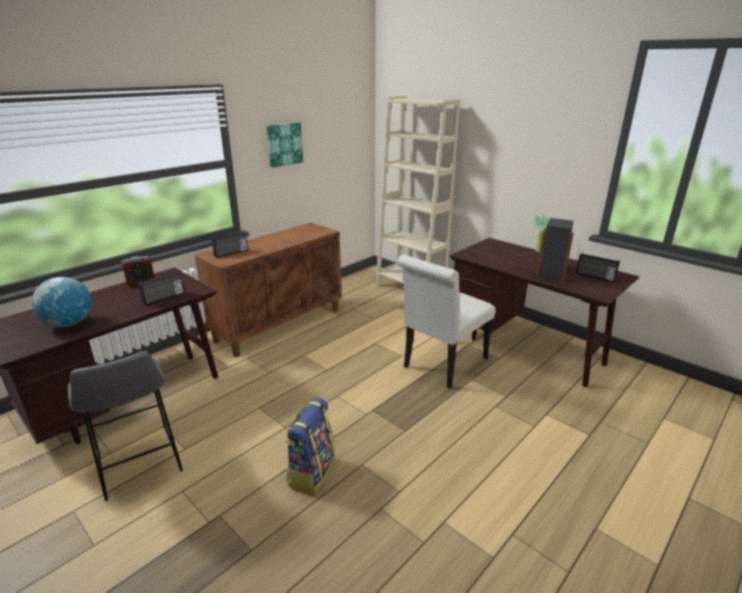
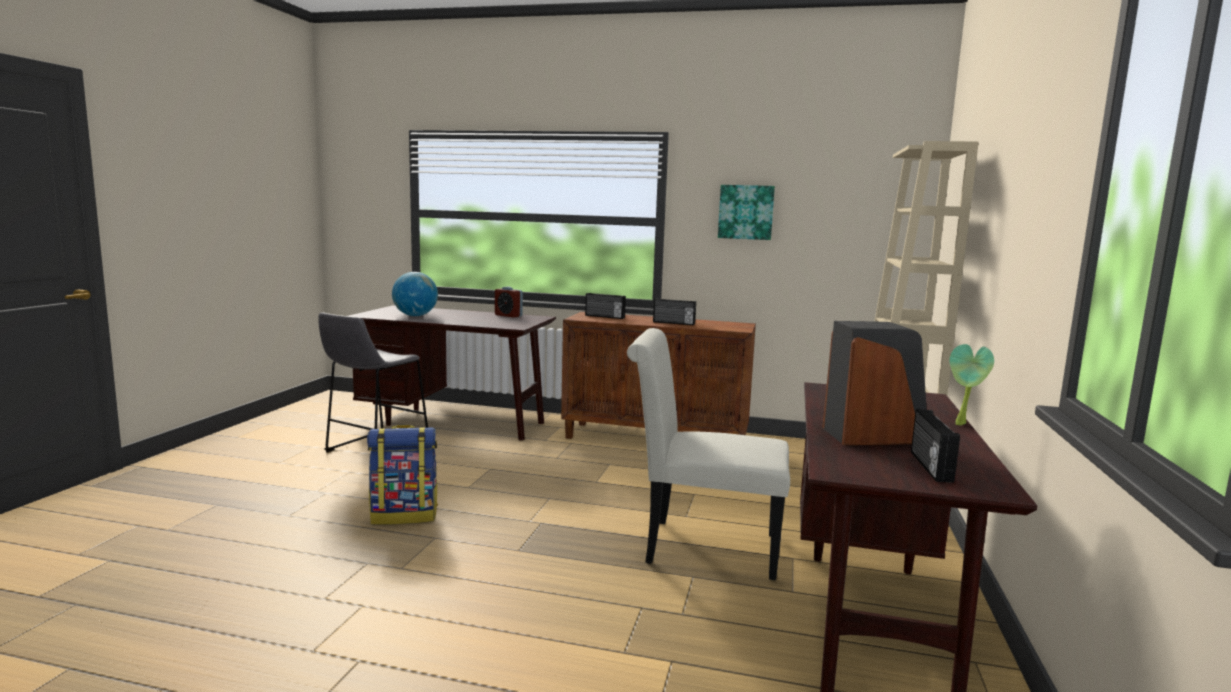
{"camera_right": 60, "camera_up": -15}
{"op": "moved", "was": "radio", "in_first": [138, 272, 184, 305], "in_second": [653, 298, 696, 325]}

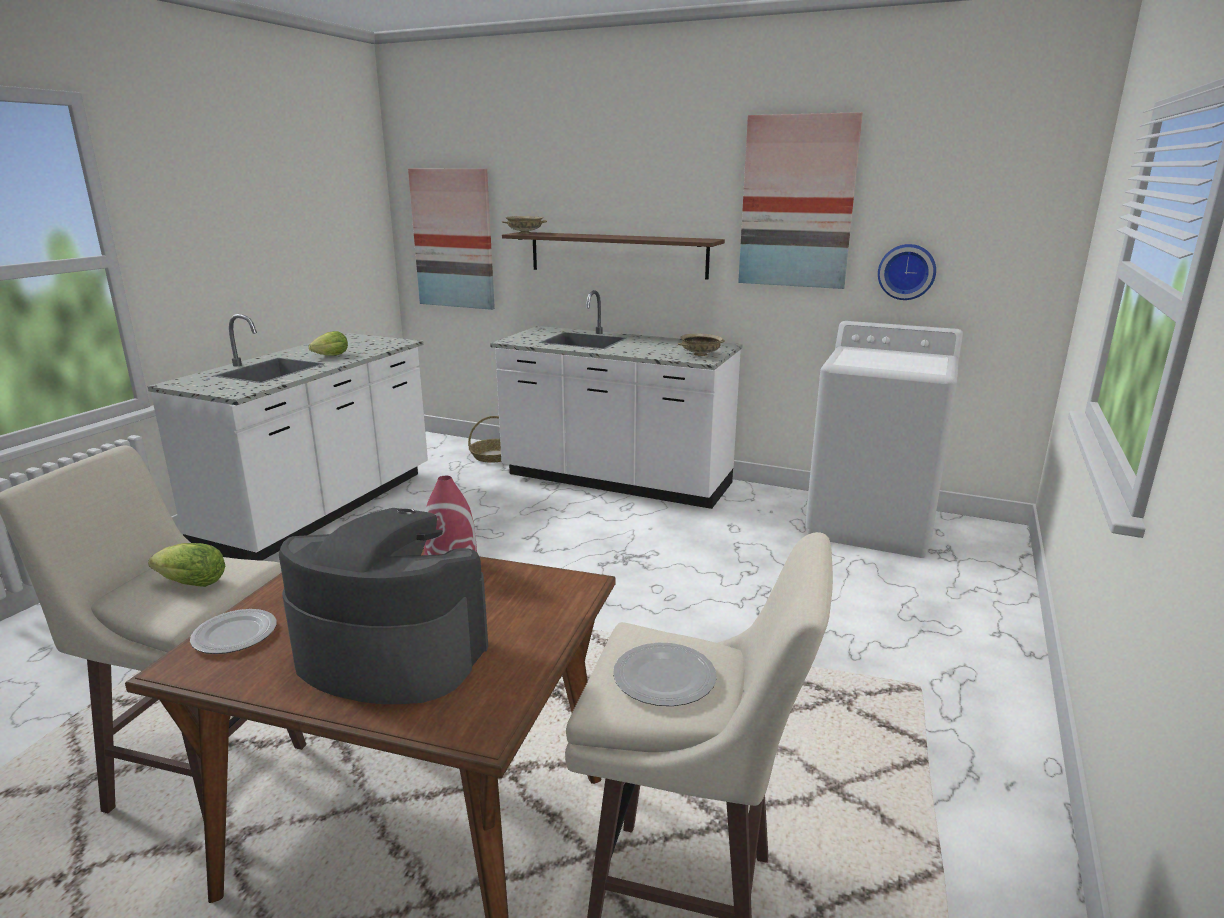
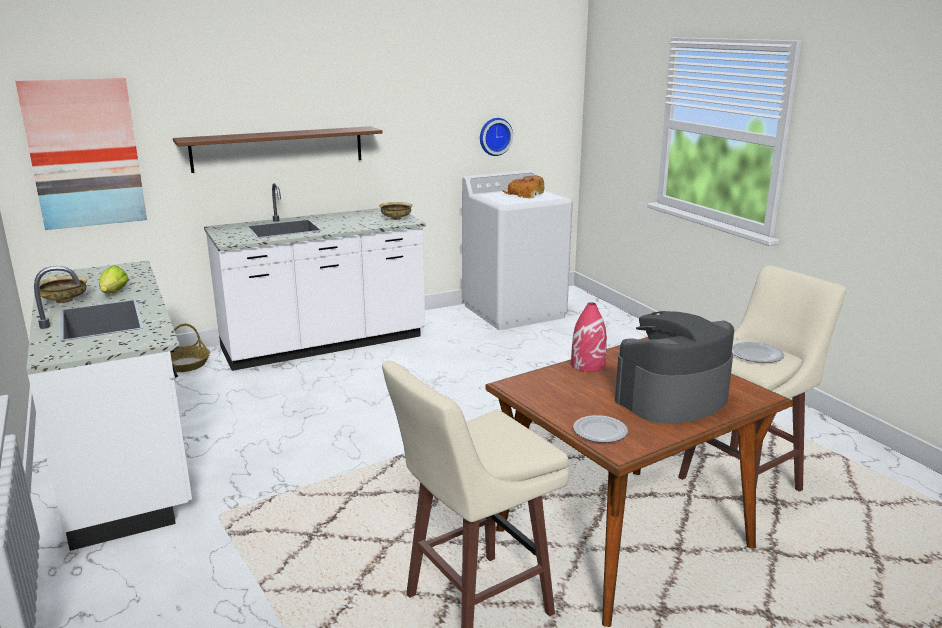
{"camera_right": -50, "camera_up": 0}
{"op": "moved", "was": "beige bowl", "in_first": [502, 216, 547, 234], "in_second": [39, 275, 88, 303]}
{"op": "added", "now": "bread", "in_second": [503, 175, 544, 198]}
{"op": "removed", "was": "lettuce", "in_first": [148, 543, 225, 587]}
{"op": "removed", "was": "picture", "in_first": [738, 112, 863, 289]}

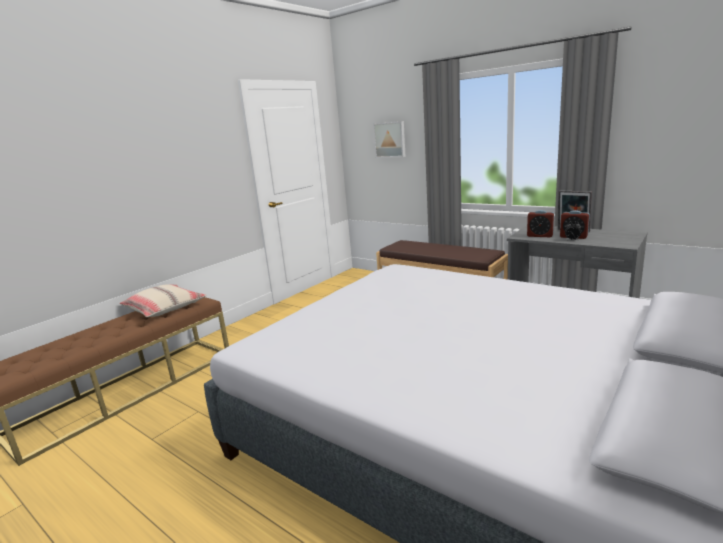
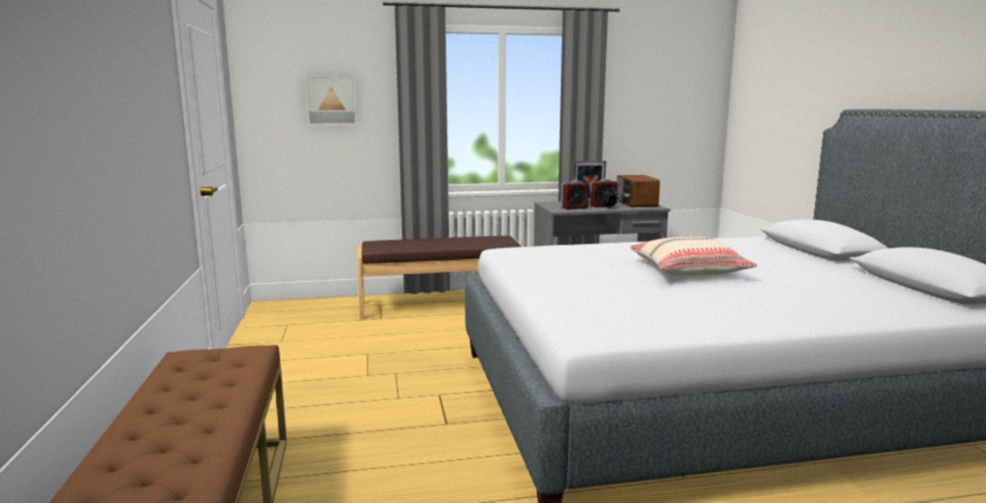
{"camera_right": -50, "camera_up": -5}
{"op": "added", "now": "radio", "in_second": [617, 175, 660, 207]}
{"op": "moved", "was": "beige pillow", "in_first": [119, 284, 206, 317], "in_second": [629, 237, 757, 276]}

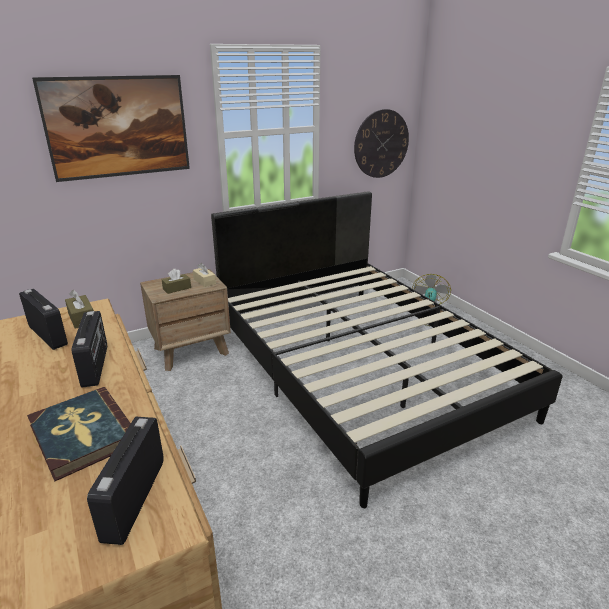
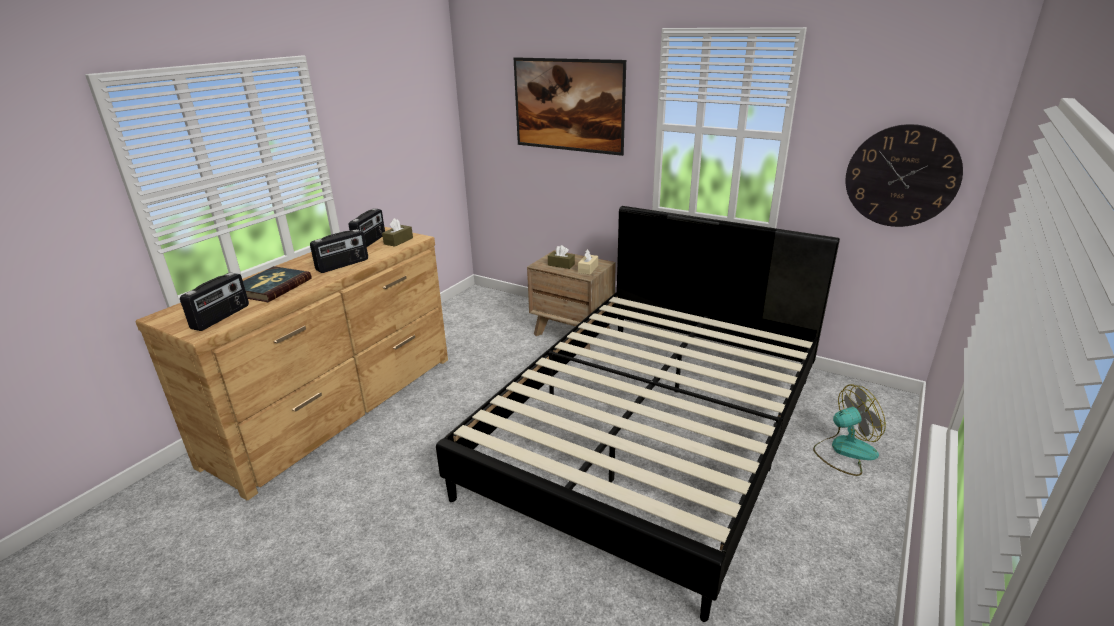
{"camera_right": 60, "camera_up": 0}
{"op": "turned", "was": "radio", "in_first": [87, 417, 164, 545], "in_second": [180, 272, 249, 331], "clockwise": 135}

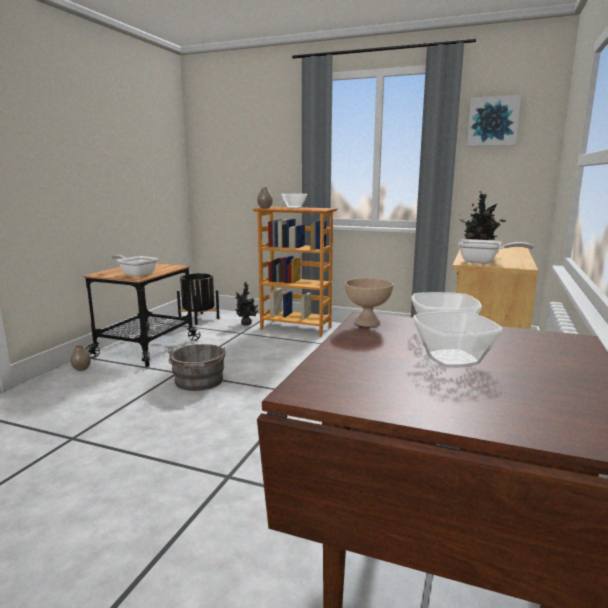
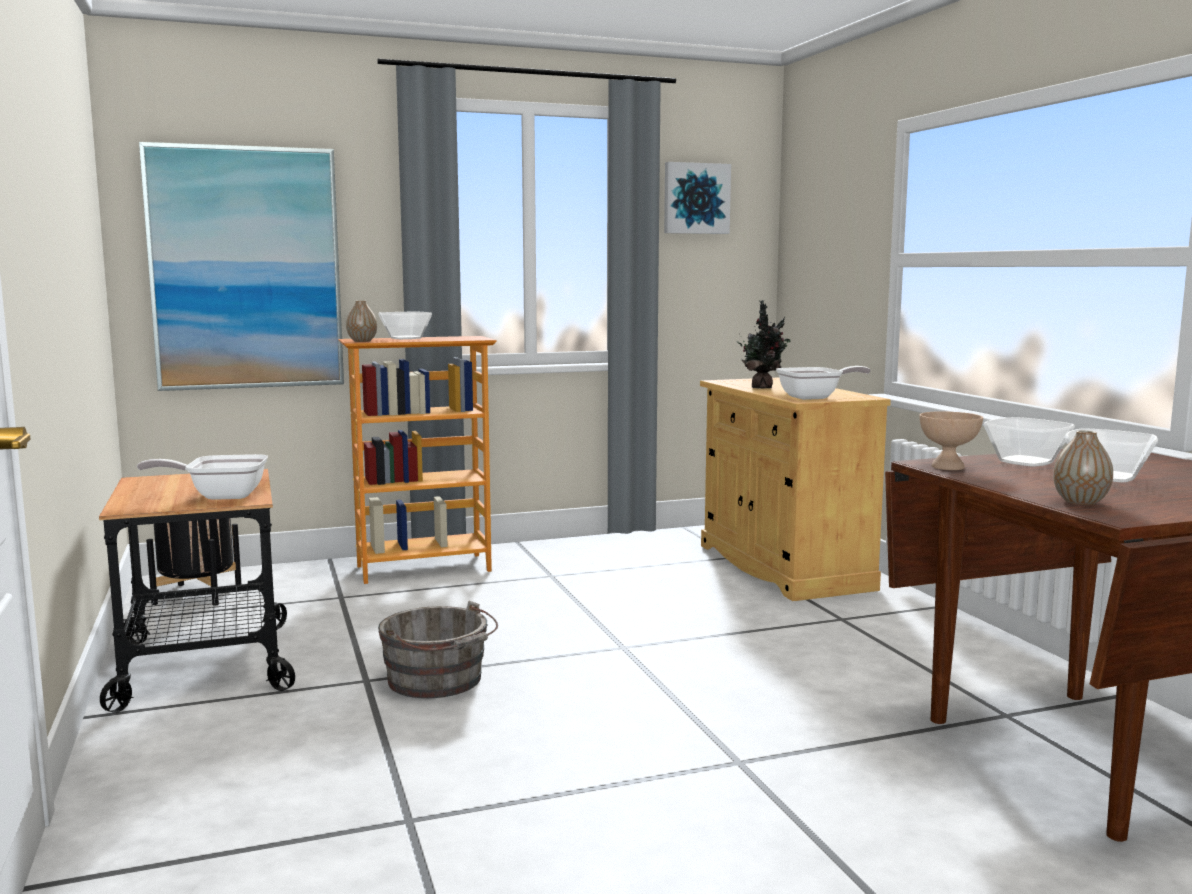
{"camera_right": -40, "camera_up": -5}
{"op": "added", "now": "picture", "in_second": [139, 142, 344, 391]}
{"op": "moved", "was": "vase", "in_first": [70, 345, 91, 371], "in_second": [1053, 430, 1113, 505]}
{"op": "removed", "was": "potted plant", "in_first": [235, 282, 258, 325]}

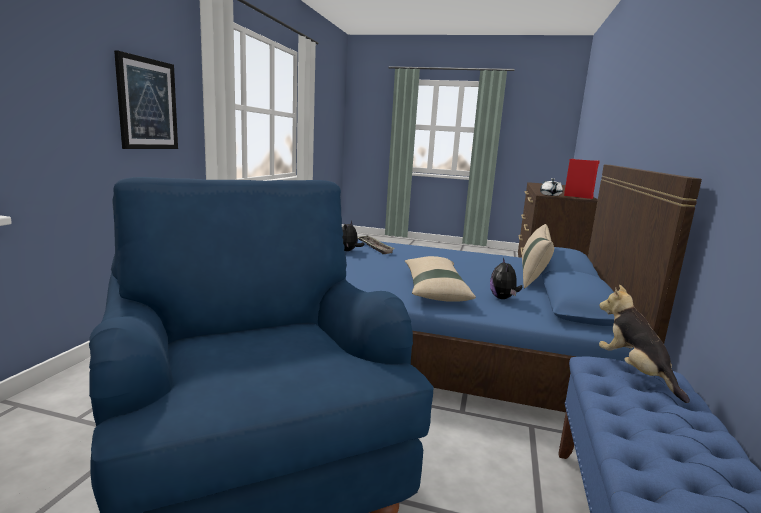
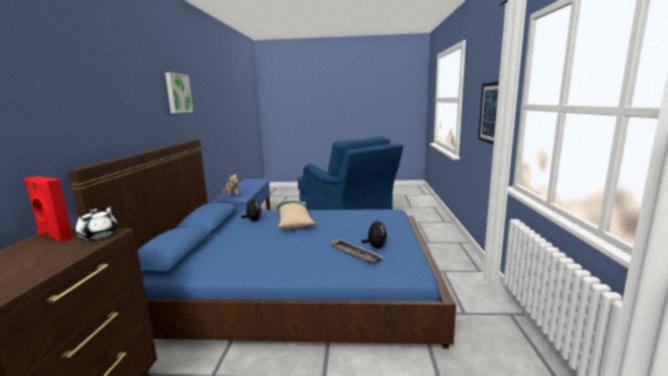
{"camera_right": 170, "camera_up": 0}
{"op": "added", "now": "picture", "in_second": [165, 72, 193, 113]}
{"op": "removed", "was": "beige pillow", "in_first": [522, 224, 554, 288]}

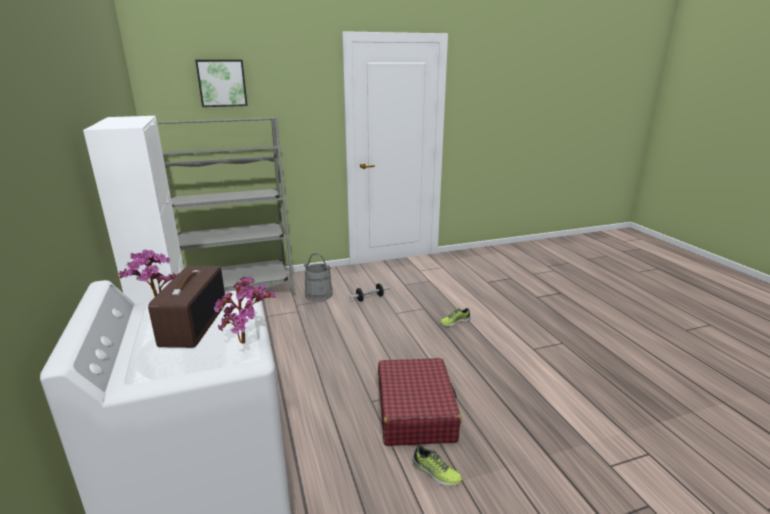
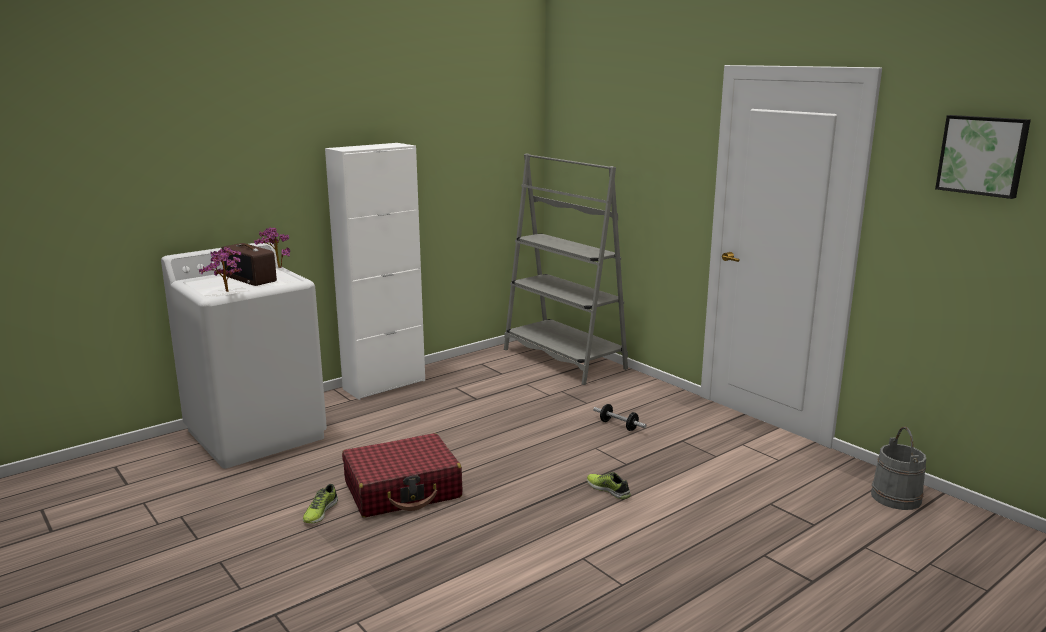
{"camera_right": 70, "camera_up": -5}
{"op": "turned", "was": "radio", "in_first": [148, 266, 226, 348], "in_second": [222, 243, 277, 286], "clockwise": 60}
{"op": "moved", "was": "grey bucket", "in_first": [304, 253, 333, 301], "in_second": [871, 427, 926, 510]}
{"op": "moved", "was": "picture", "in_first": [195, 60, 248, 107], "in_second": [935, 115, 1031, 199]}

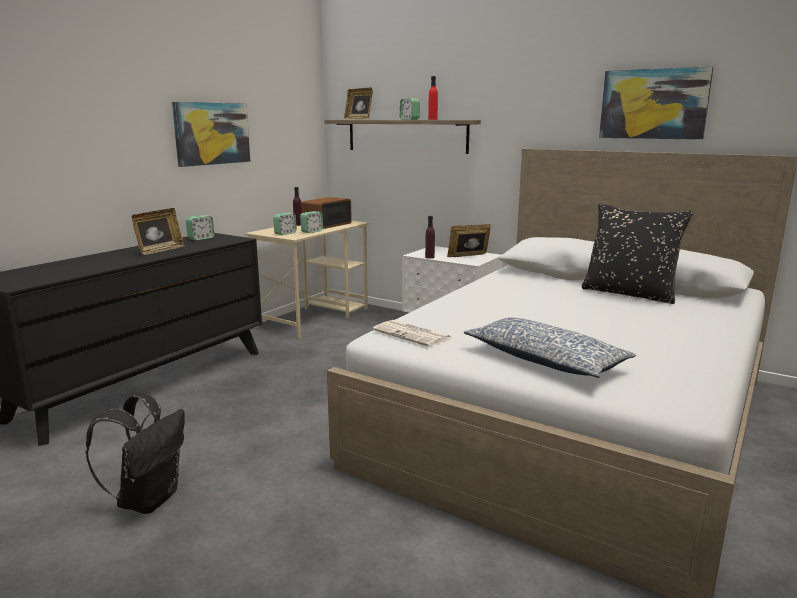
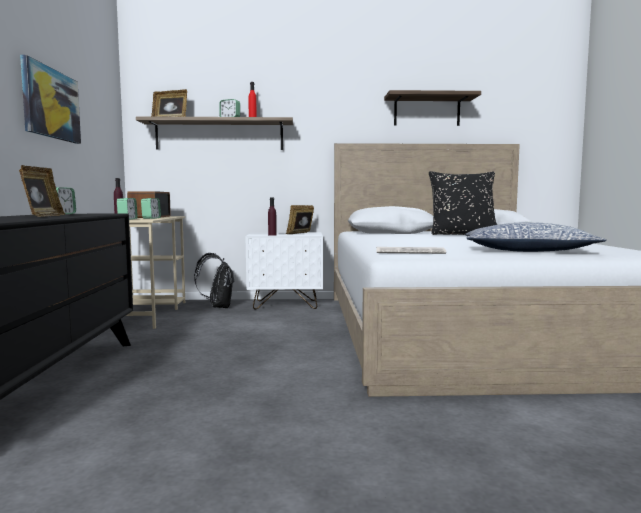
{"camera_right": -35, "camera_up": -10}
{"op": "moved", "was": "black backpack", "in_first": [85, 393, 185, 514], "in_second": [194, 253, 234, 308]}
{"op": "replaced", "was": "picture", "now": "shelf", "in_first": [599, 67, 713, 140], "in_second": [384, 90, 481, 126]}

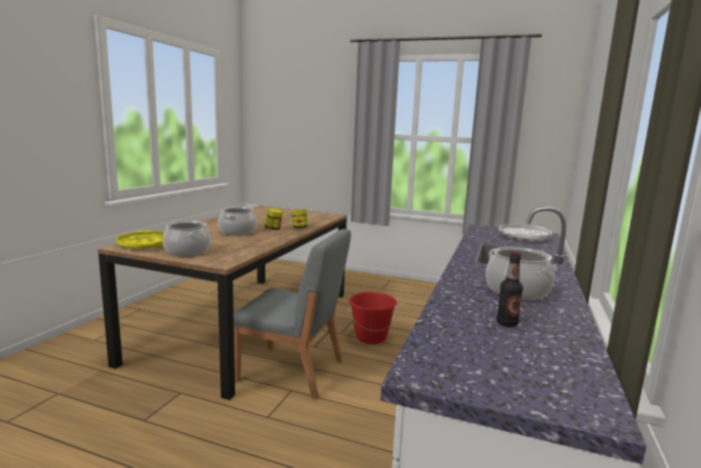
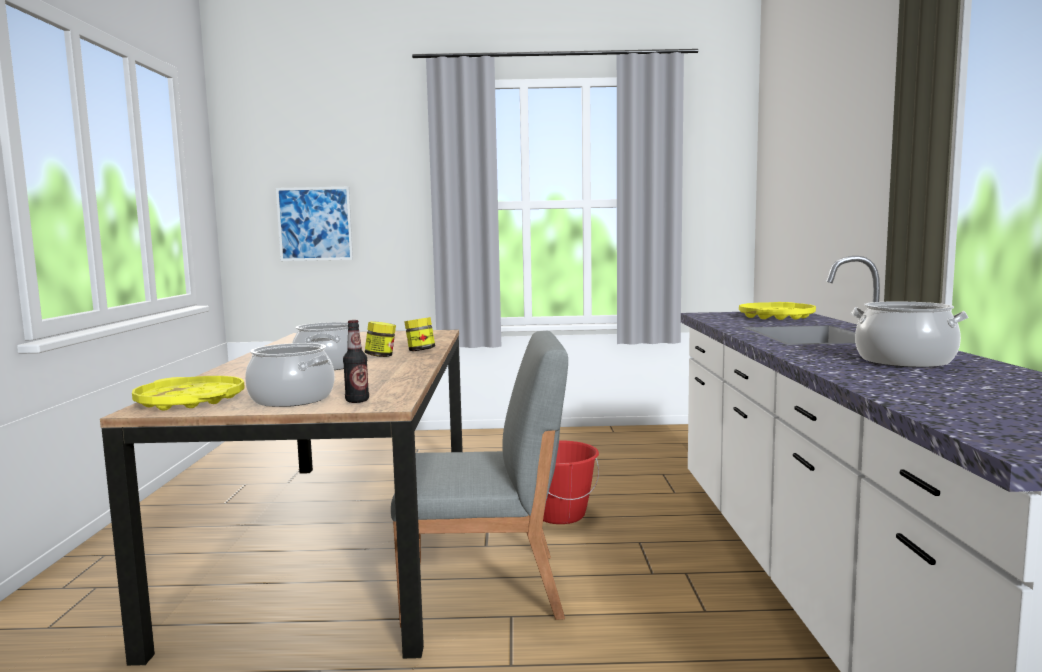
{"camera_right": -20, "camera_up": -5}
{"op": "added", "now": "picture", "in_second": [276, 187, 353, 261]}
{"op": "moved", "was": "bottle", "in_first": [496, 252, 523, 327], "in_second": [343, 320, 369, 403]}
{"op": "recoloured", "was": "white tray", "now": "yellow tray", "in_first": [499, 224, 552, 242], "in_second": [739, 302, 816, 320]}

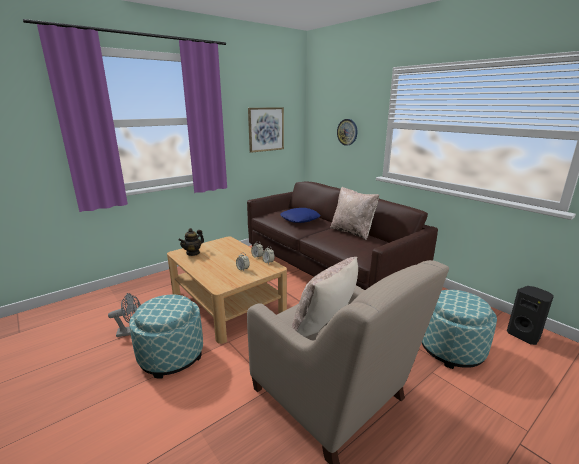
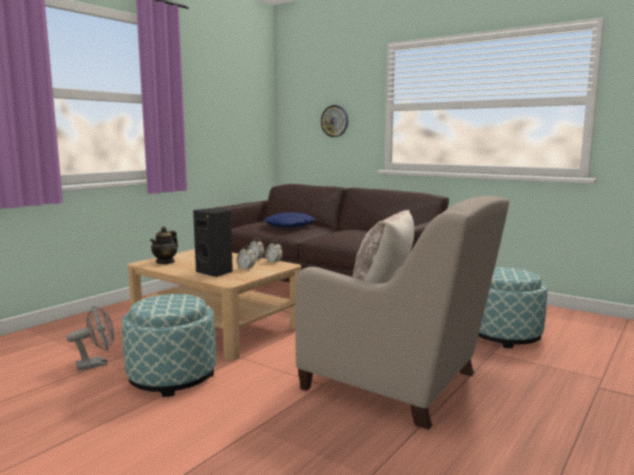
{"camera_right": -15, "camera_up": -10}
{"op": "moved", "was": "black speaker", "in_first": [507, 286, 554, 345], "in_second": [193, 208, 233, 277]}
{"op": "removed", "was": "picture", "in_first": [248, 107, 284, 153]}
{"op": "removed", "was": "beige pillow", "in_first": [330, 187, 379, 240]}

